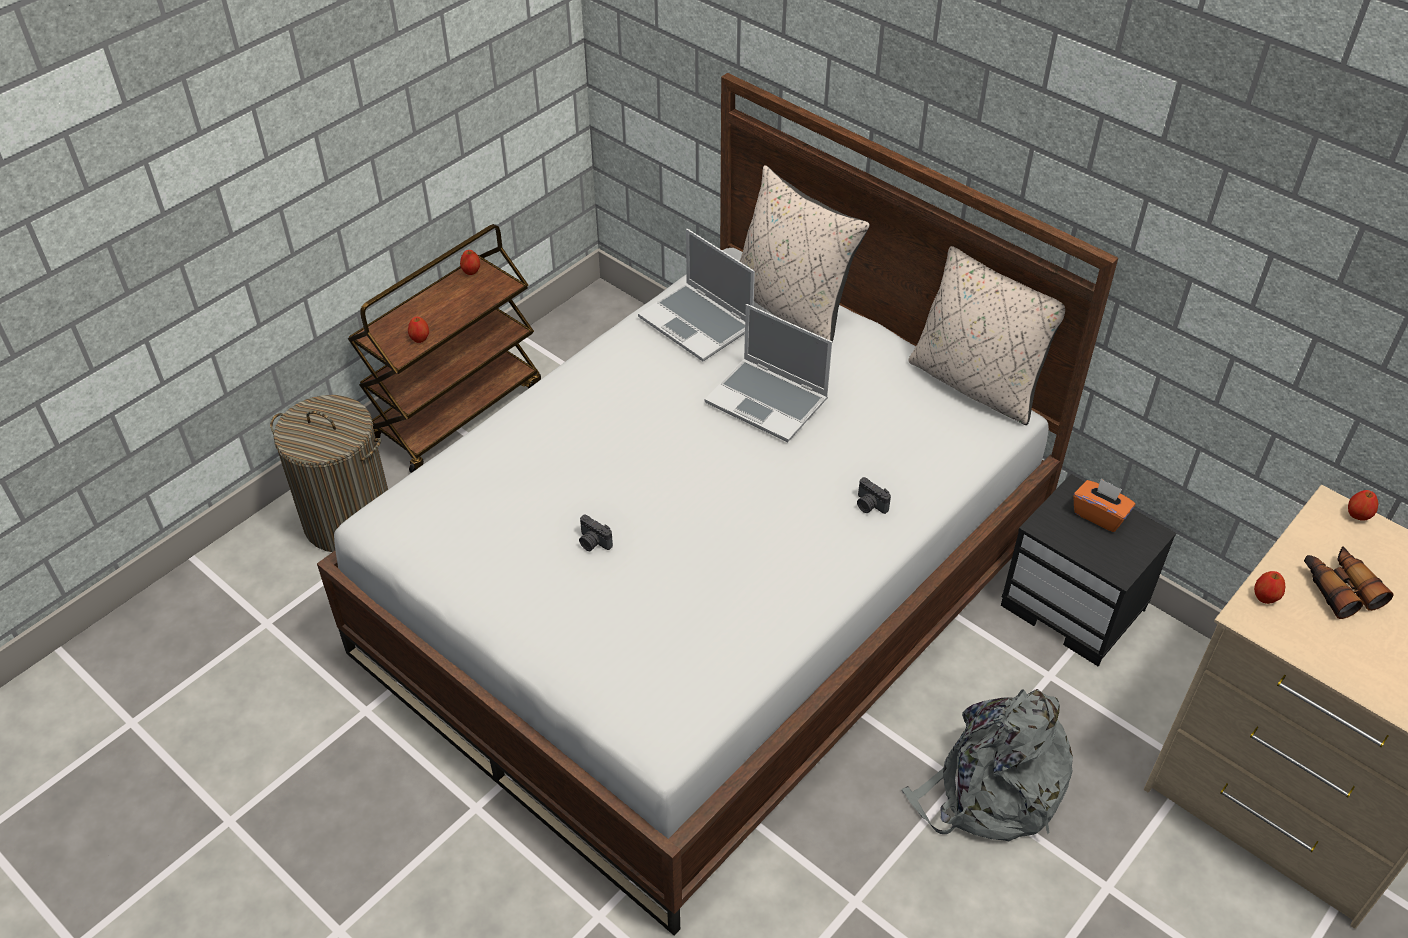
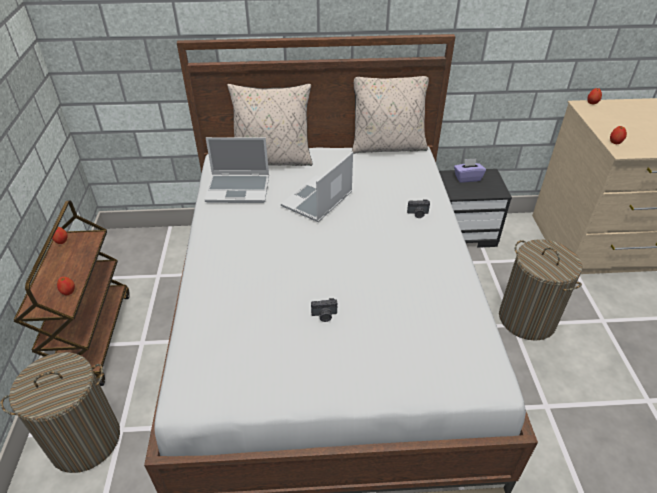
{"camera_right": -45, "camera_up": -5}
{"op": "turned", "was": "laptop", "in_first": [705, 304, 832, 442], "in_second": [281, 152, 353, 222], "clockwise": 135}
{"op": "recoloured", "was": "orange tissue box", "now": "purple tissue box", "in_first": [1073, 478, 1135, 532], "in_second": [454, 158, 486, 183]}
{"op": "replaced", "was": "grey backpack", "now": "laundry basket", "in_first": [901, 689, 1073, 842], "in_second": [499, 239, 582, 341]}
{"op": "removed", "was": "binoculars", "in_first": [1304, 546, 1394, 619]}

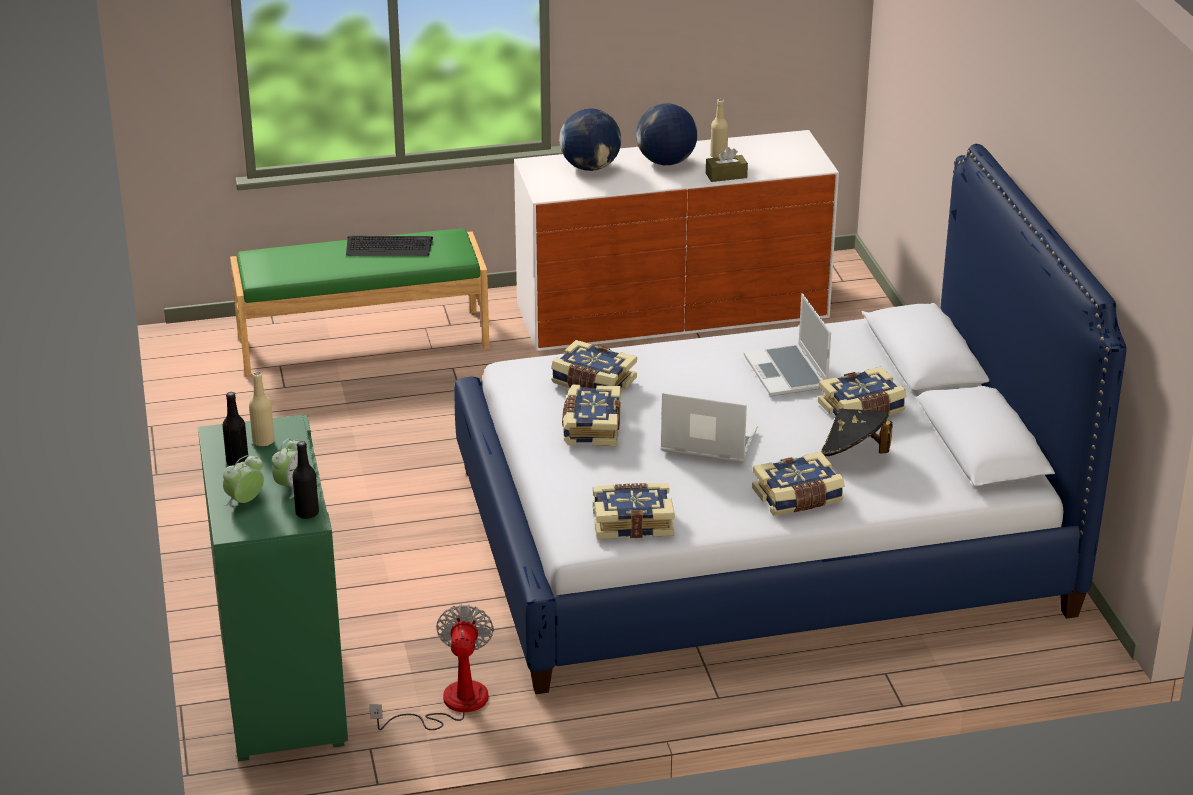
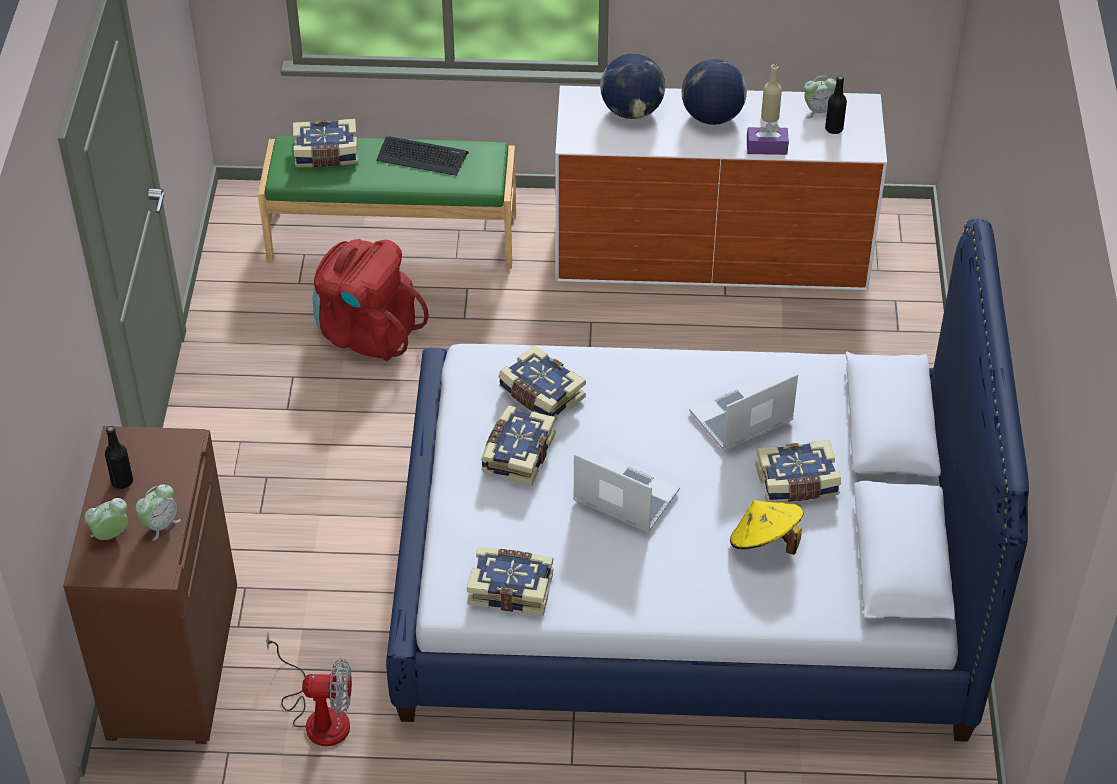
{"camera_right": 15, "camera_up": 15}
{"op": "recoloured", "was": "green cabinet", "now": "brown cabinet", "in_first": [198, 415, 348, 762], "in_second": [63, 426, 237, 744]}
{"op": "turned", "was": "fan", "in_first": [369, 605, 494, 730], "in_second": [266, 631, 352, 746], "clockwise": 75}
{"op": "moved", "was": "book", "in_first": [752, 452, 845, 516], "in_second": [293, 119, 358, 167]}
{"op": "added", "now": "red backpack", "in_second": [313, 239, 429, 361]}
{"op": "turned", "was": "laptop", "in_first": [744, 293, 831, 396], "in_second": [689, 373, 798, 451], "clockwise": 60}
{"op": "recoloured", "was": "black hat", "now": "yellow hat", "in_first": [821, 408, 893, 456], "in_second": [730, 500, 803, 555]}
{"op": "recoloured", "was": "brown tissue box", "now": "purple tissue box", "in_first": [706, 147, 748, 182], "in_second": [747, 122, 789, 155]}
{"op": "added", "now": "alarm clock", "in_second": [804, 76, 836, 118]}
{"op": "moved", "was": "black bottle", "in_first": [292, 441, 319, 519], "in_second": [825, 76, 847, 134]}
{"op": "removed", "was": "beige bottle", "in_first": [249, 372, 275, 446]}

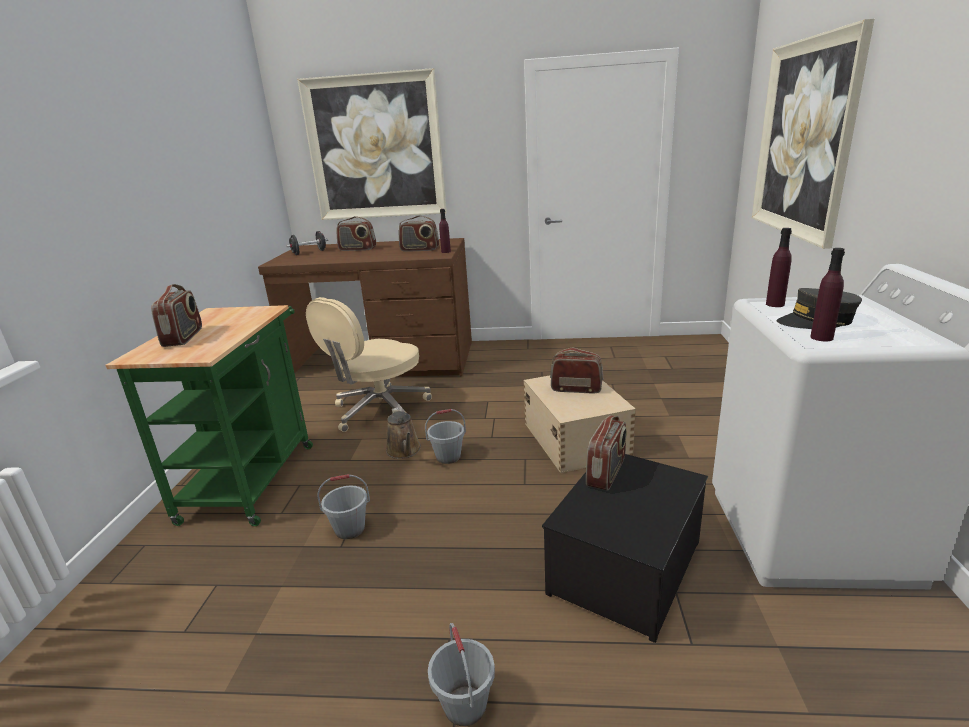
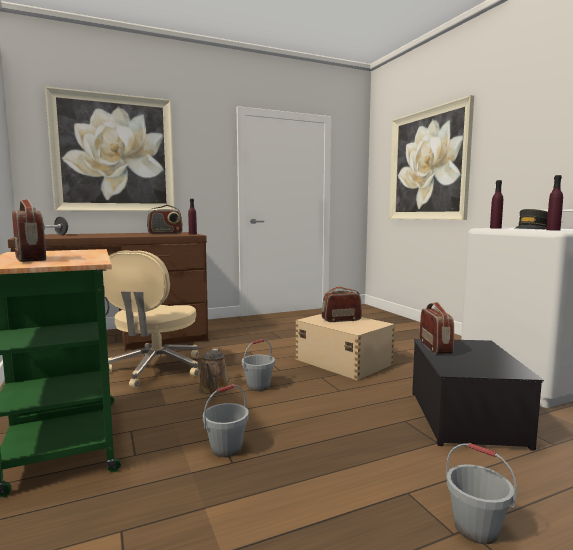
{"camera_right": -30, "camera_up": -15}
{"op": "turned", "was": "brown watering can", "in_first": [386, 407, 421, 459], "in_second": [198, 349, 230, 395], "clockwise": 45}
{"op": "removed", "was": "radio", "in_first": [336, 216, 376, 251]}

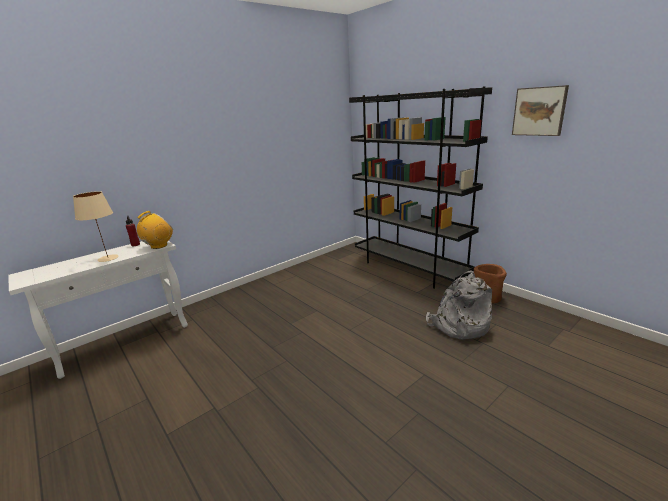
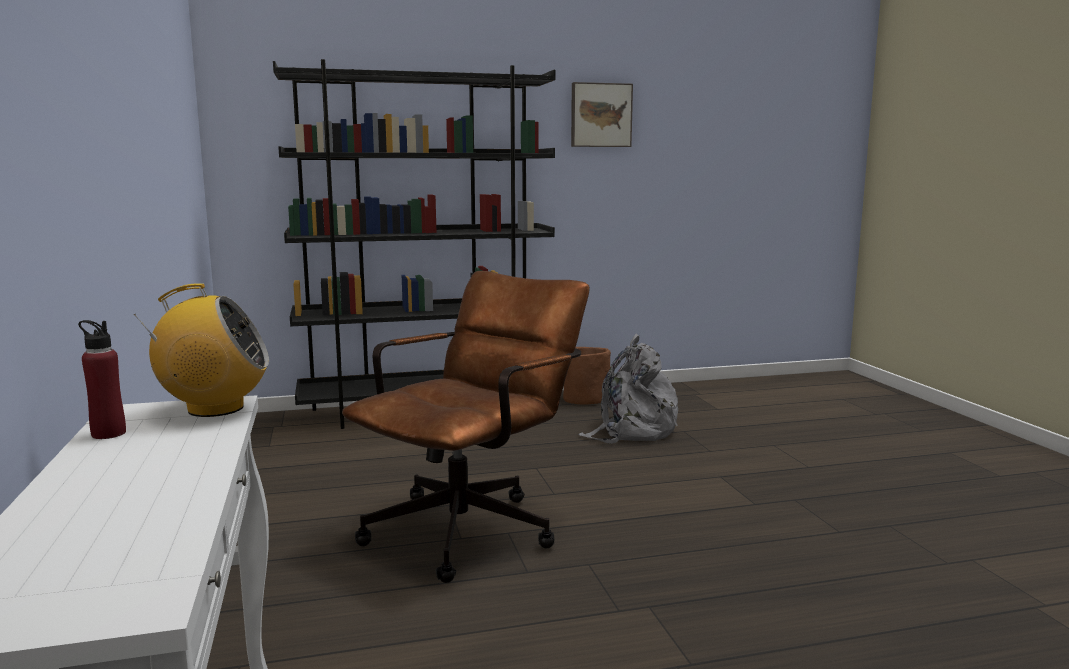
{"camera_right": -65, "camera_up": -10}
{"op": "turned", "was": "radio", "in_first": [137, 211, 173, 249], "in_second": [134, 283, 269, 417], "clockwise": 105}
{"op": "added", "now": "brown office chair", "in_second": [342, 271, 590, 583]}
{"op": "removed", "was": "beige table lamp", "in_first": [73, 191, 118, 262]}

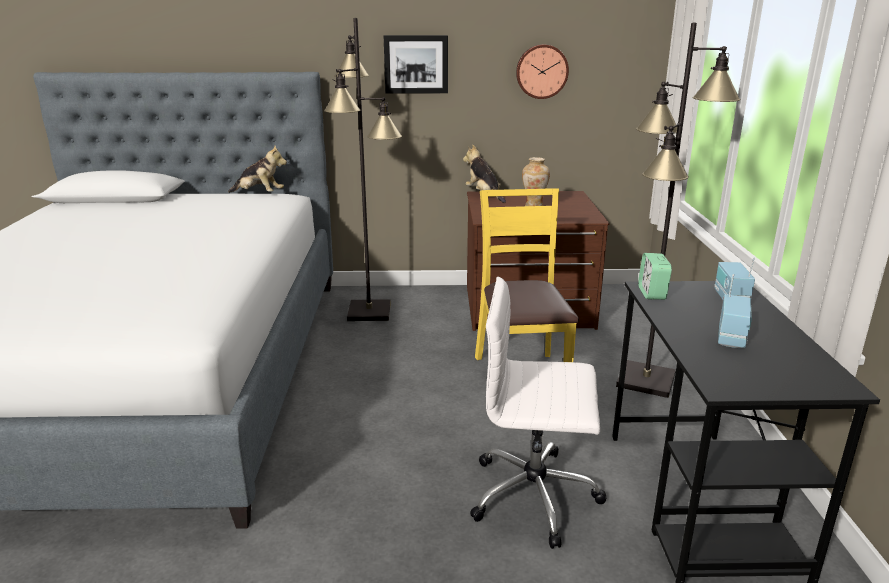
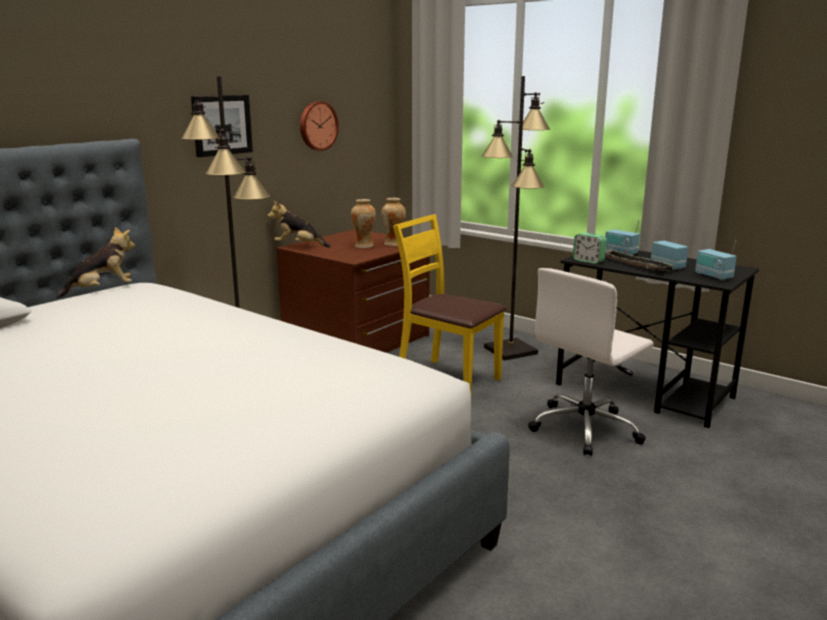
{"camera_right": -50, "camera_up": -5}
{"op": "added", "now": "vase", "in_second": [381, 198, 406, 246]}
{"op": "added", "now": "tray", "in_second": [605, 250, 673, 271]}
{"op": "added", "now": "radio", "in_second": [695, 240, 737, 280]}

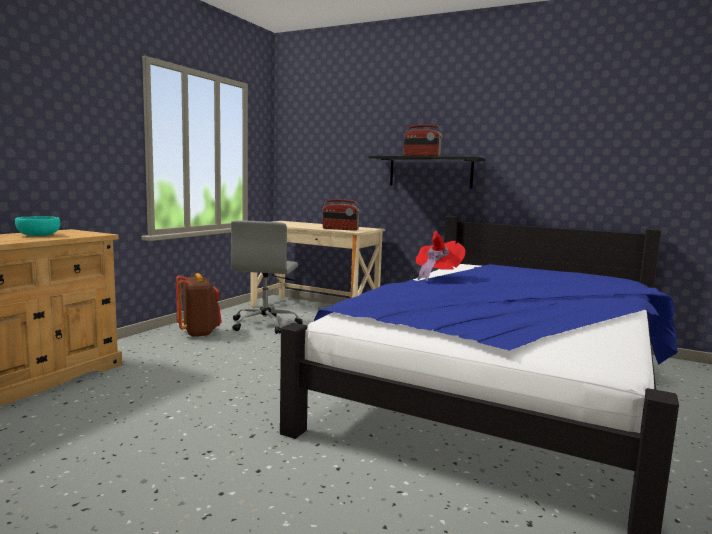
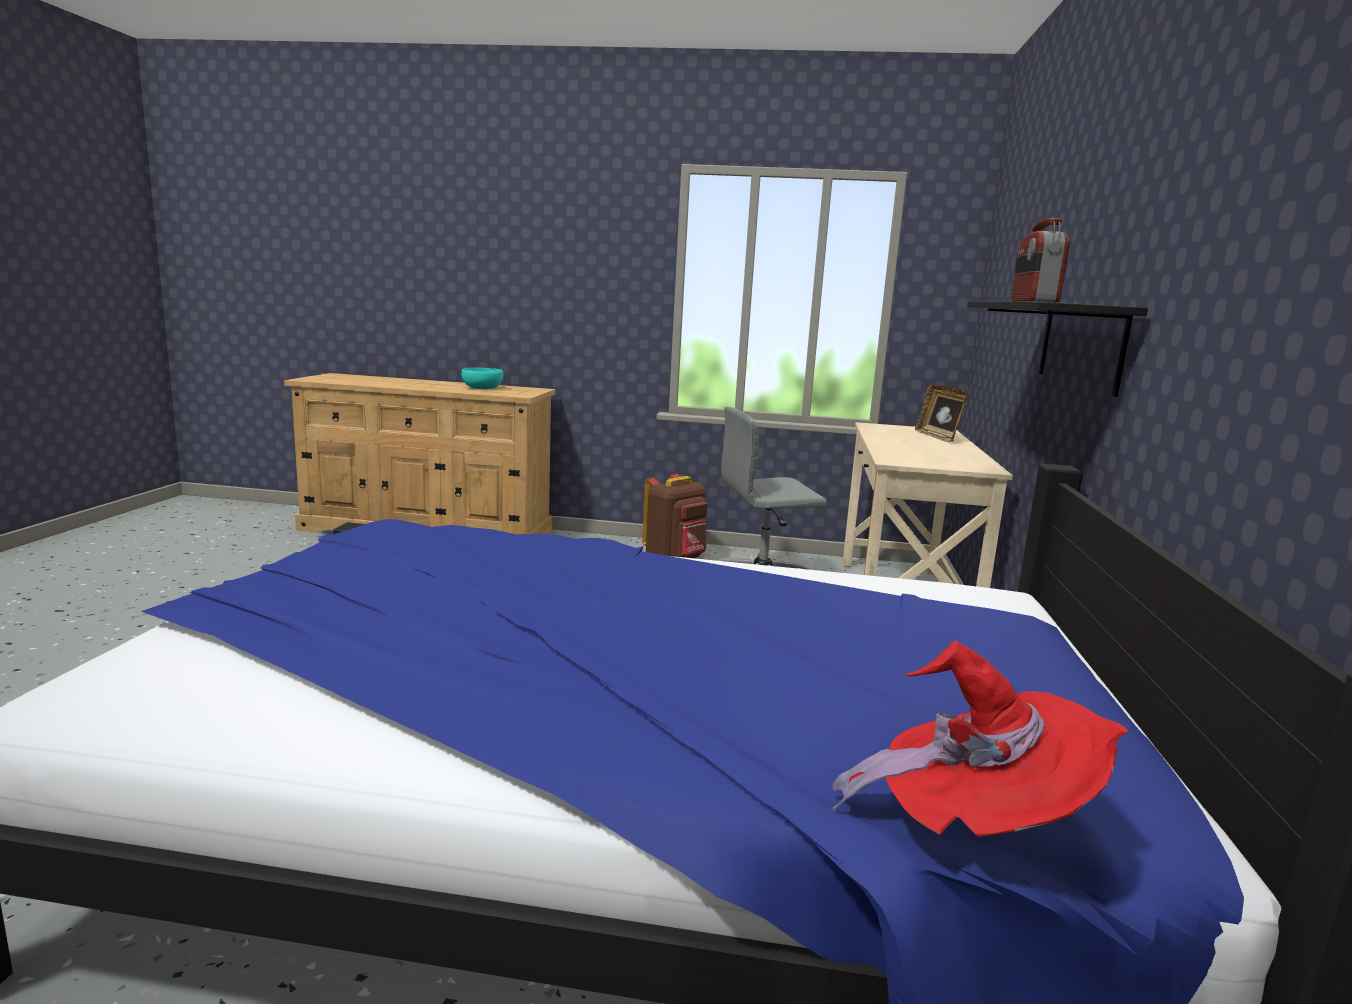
{"camera_right": 70, "camera_up": 5}
{"op": "moved", "was": "red hat", "in_first": [416, 230, 466, 281], "in_second": [832, 641, 1128, 837]}
{"op": "added", "now": "picture frame", "in_second": [915, 384, 968, 442]}
{"op": "removed", "was": "radio", "in_first": [322, 199, 360, 231]}

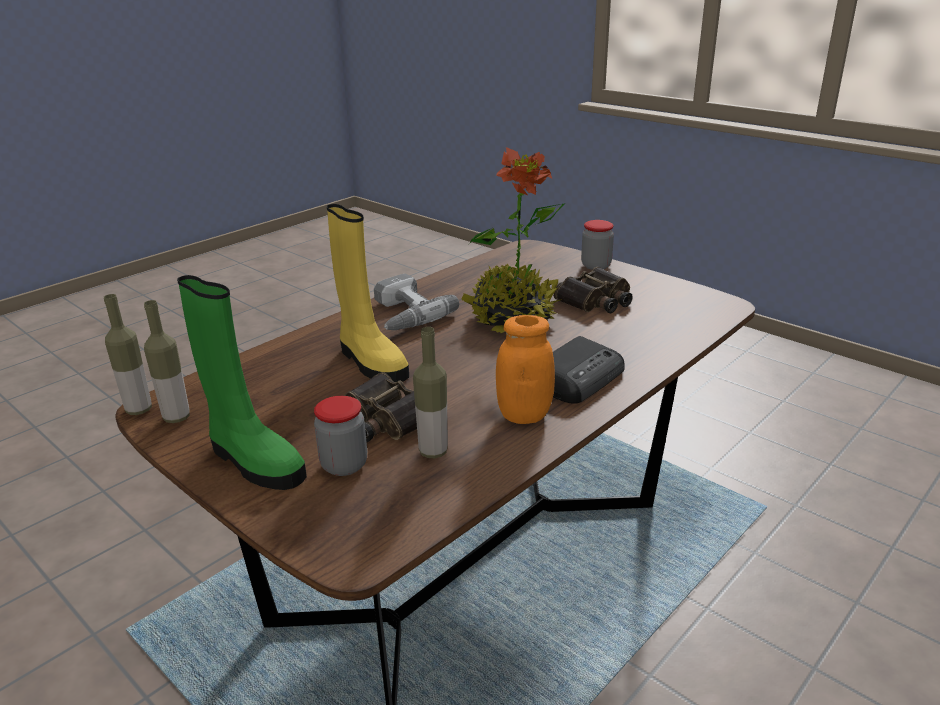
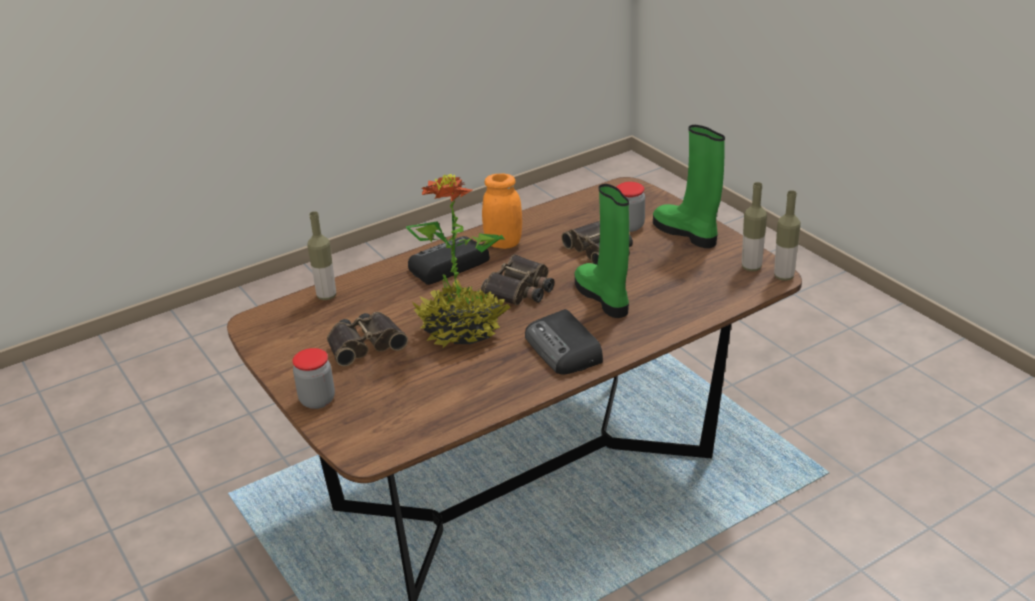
{"camera_right": -165, "camera_up": 5}
{"op": "moved", "was": "bottle", "in_first": [413, 327, 448, 458], "in_second": [308, 211, 336, 300]}
{"op": "added", "now": "binoculars", "in_second": [481, 254, 554, 305]}
{"op": "replaced", "was": "power drill", "now": "radio", "in_first": [374, 274, 459, 330], "in_second": [525, 309, 603, 374]}
{"op": "recoloured", "was": "yellow boot", "now": "green boot", "in_first": [327, 204, 409, 382], "in_second": [575, 184, 629, 318]}

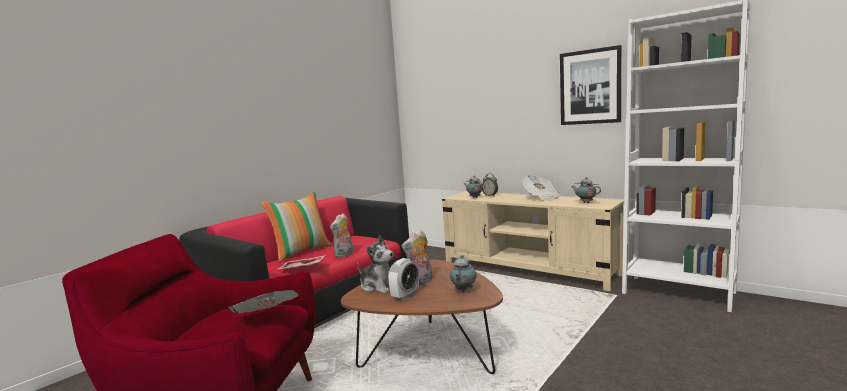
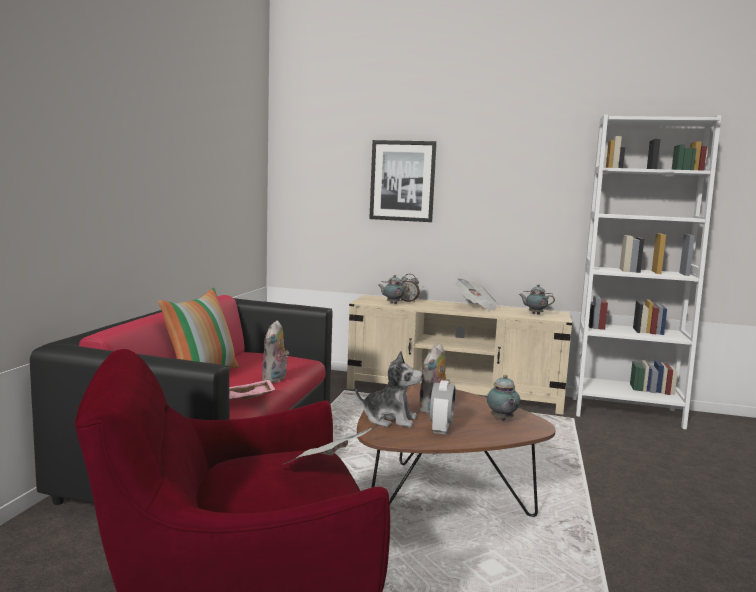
{"camera_right": -25, "camera_up": 0}
{"op": "moved", "was": "picture", "in_first": [560, 45, 621, 125], "in_second": [369, 140, 437, 222]}

